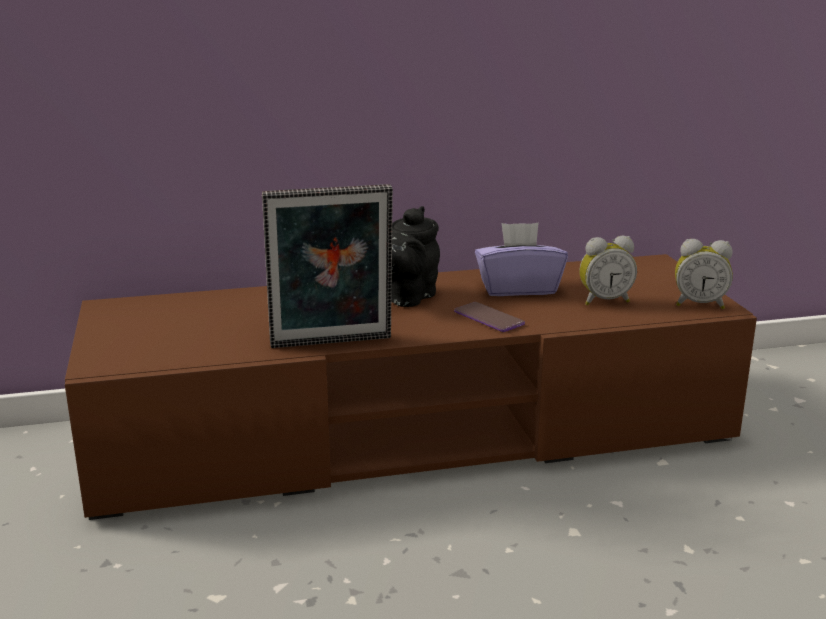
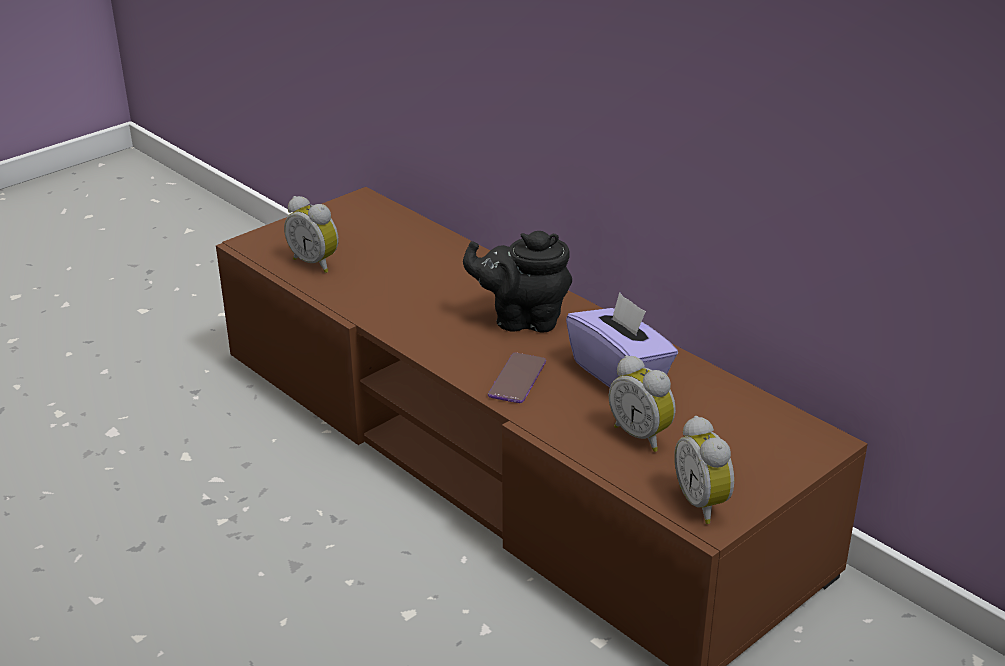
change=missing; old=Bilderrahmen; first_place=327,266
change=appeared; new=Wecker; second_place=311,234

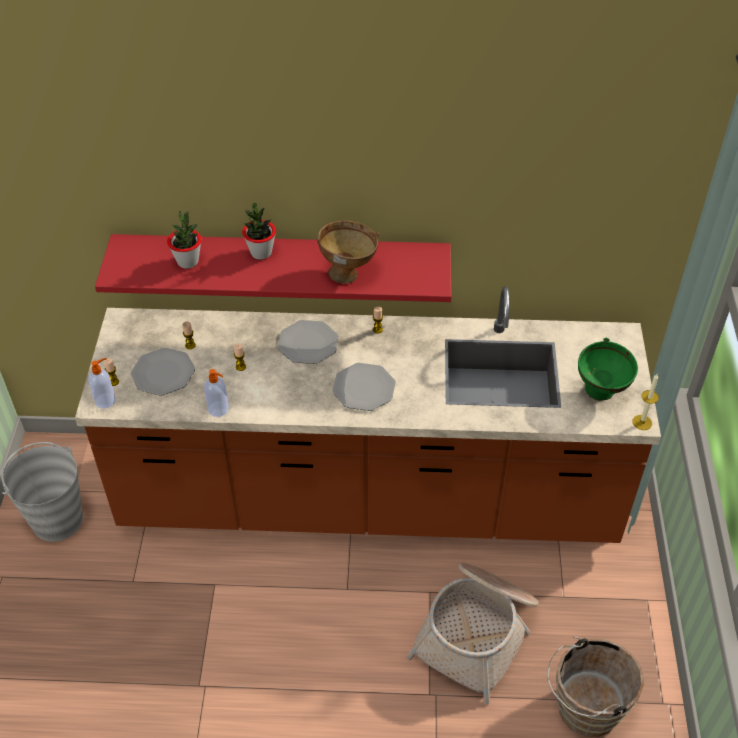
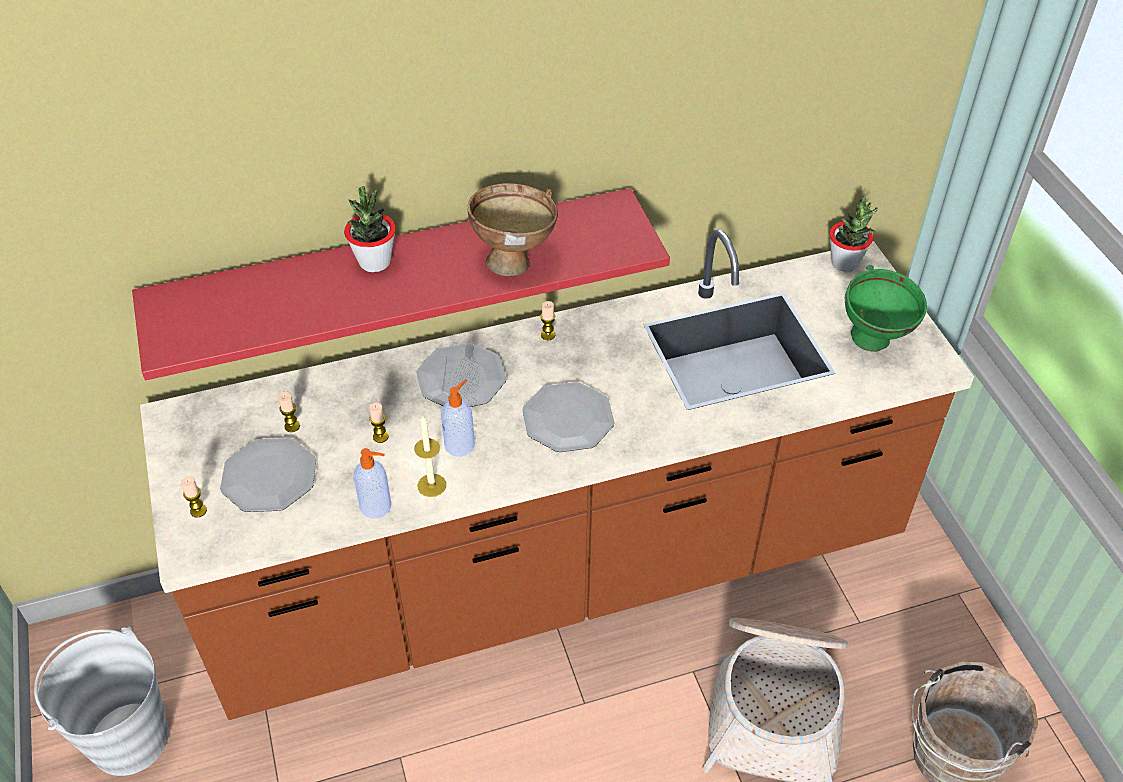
change=relocated; old=Topfpflanze; first_place=184,240; second_place=853,234
change=relocated; old=Seifenspender; first_place=102,383; second_place=458,418
change=relocated; old=Kerze; first_place=645,402; second_place=430,455

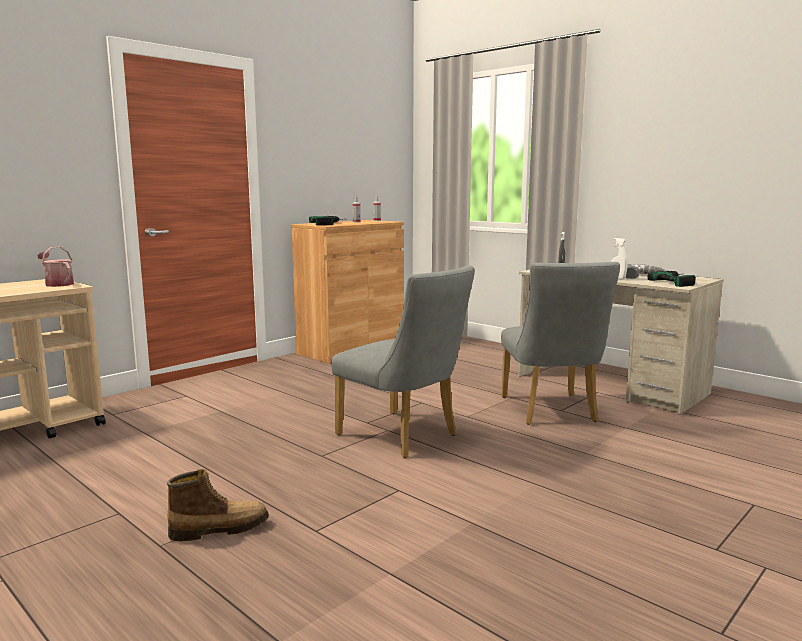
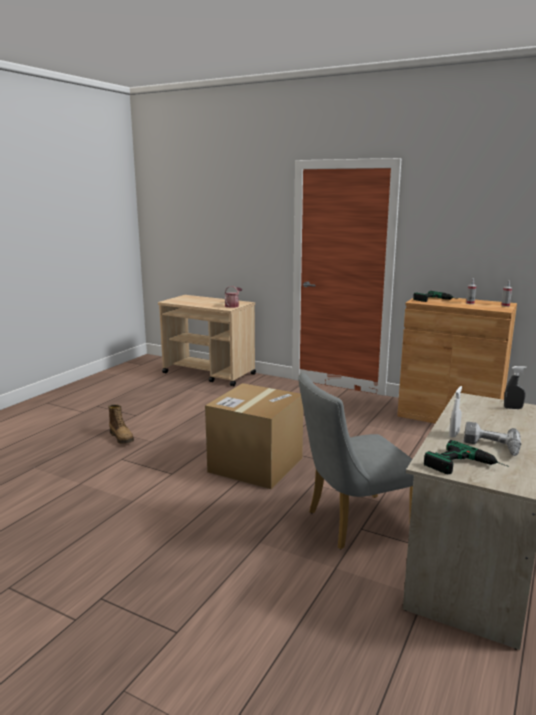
change=exchanged; old=Stuhl [grau]; new=Karton; first_place=403,362; second_place=254,436

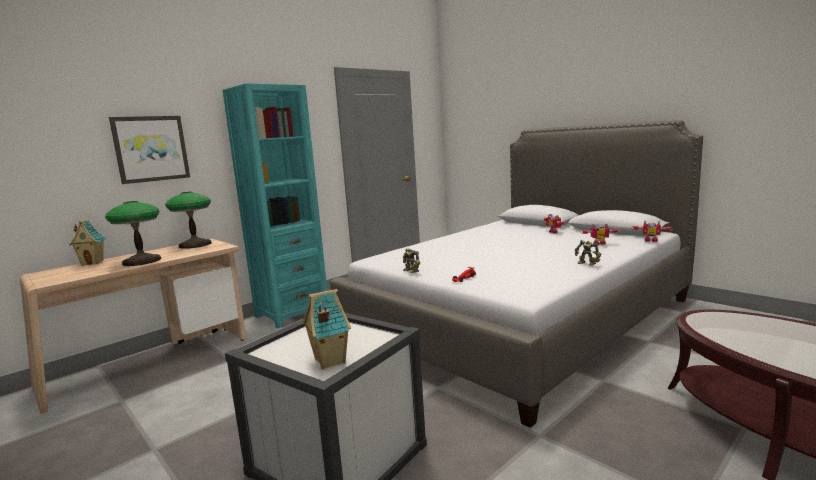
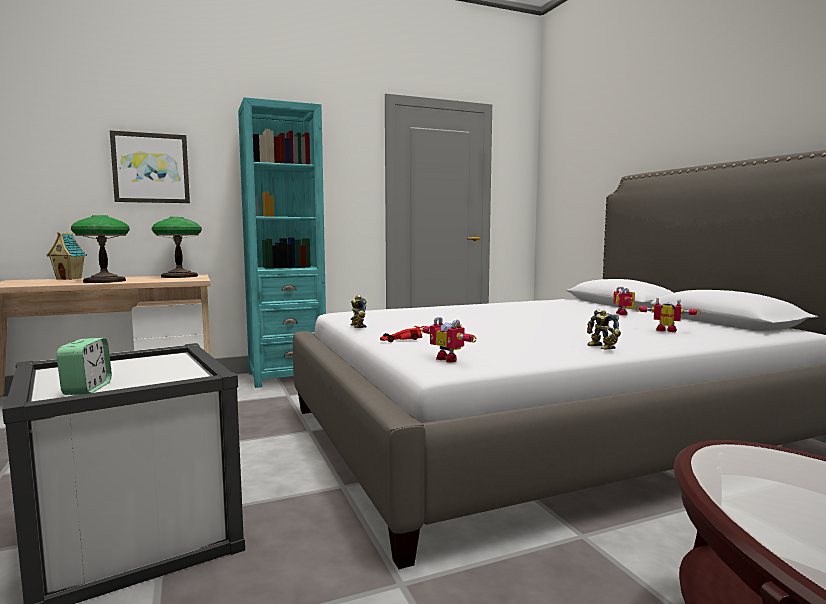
change=relocated; old=Spielzeugroboter; first_place=652,231; second_place=448,340
change=exchanged; old=Spielzeughaus; new=Wecker; first_place=327,329; second_place=84,366

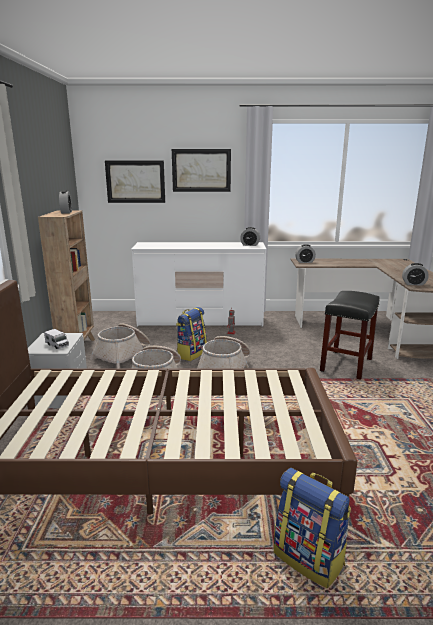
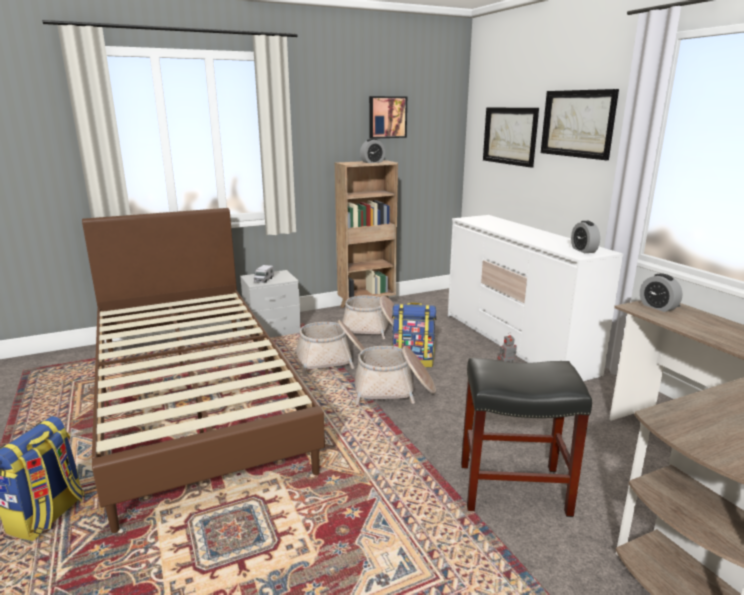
change=missing; old=Wecker; first_place=415,274
change=appeared; new=Bild; second_place=388,117

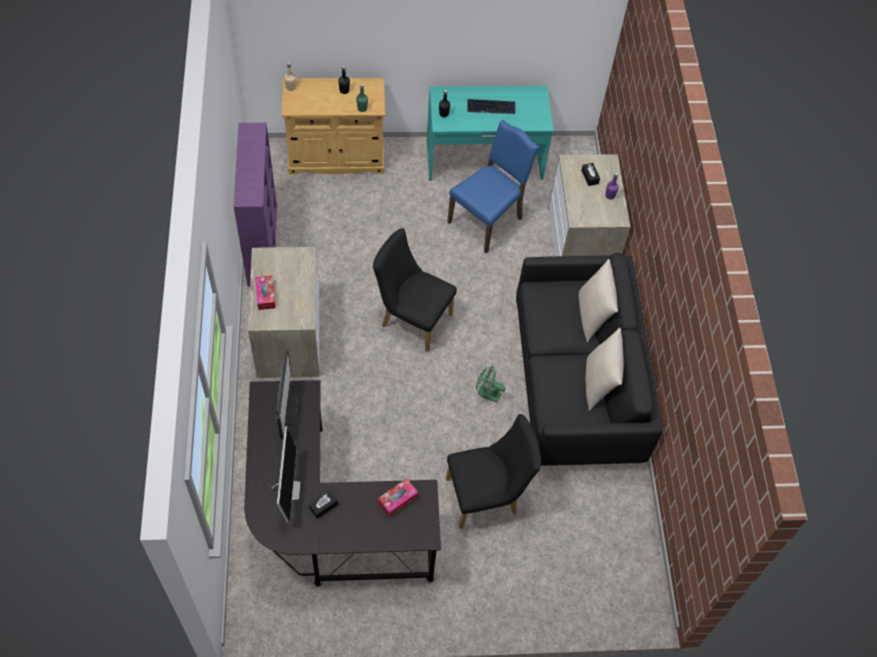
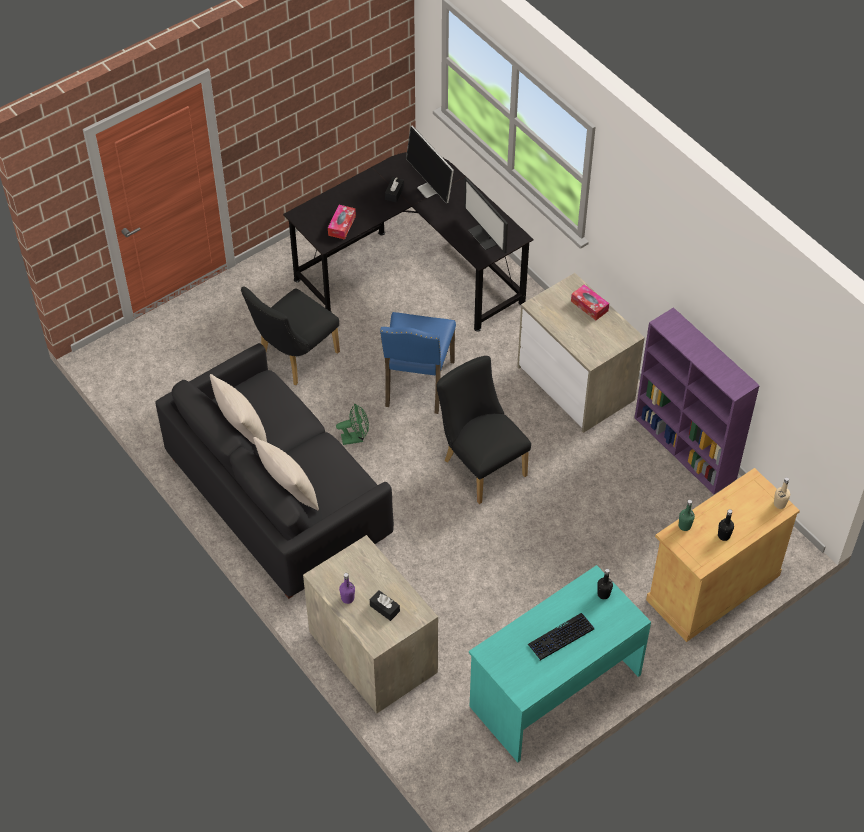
change=relocated; old=Stuhl [blau]; first_place=493,186; second_place=418,363
change=spun; old=Stuhl [schwarz]; first_place=415,289; second_place=483,430; degrees=-120

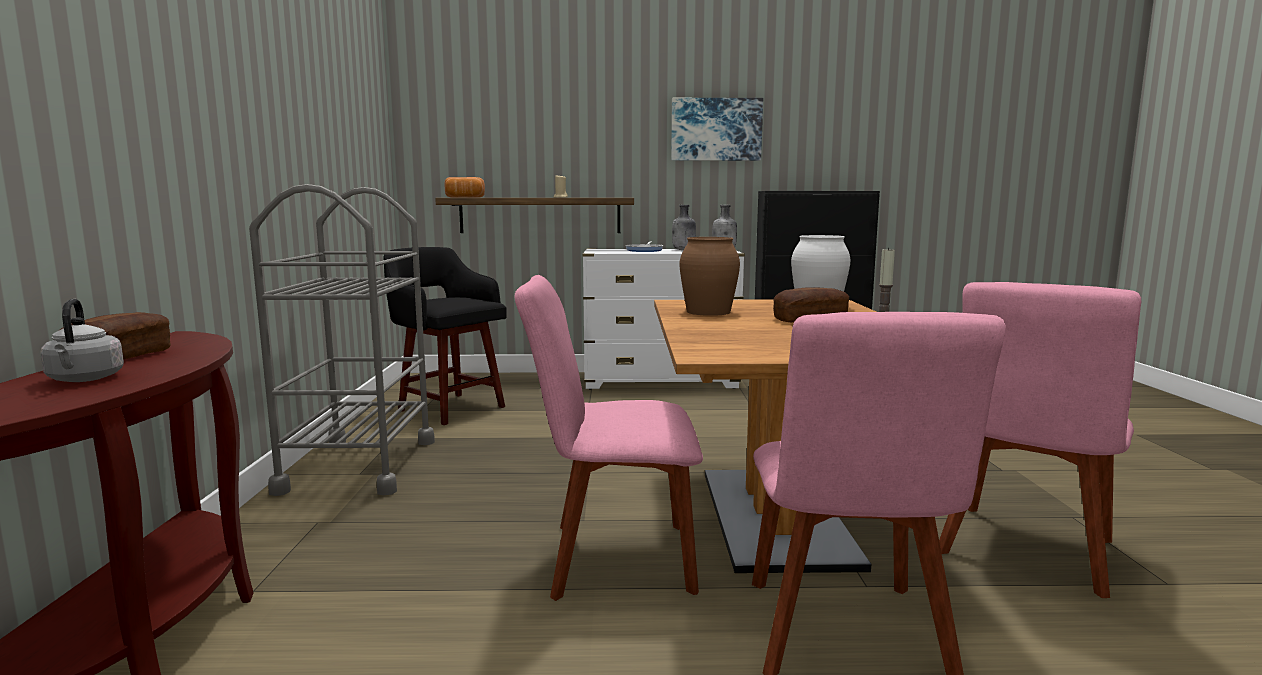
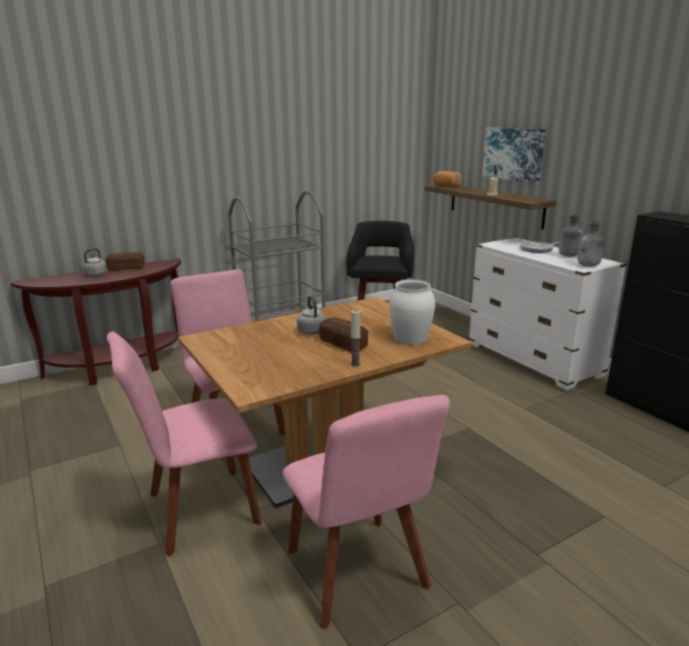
change=relocated; old=Bild; first_place=717,129; second_place=514,155
change=missing; old=Vase [braun]; first_place=710,276
change=spun; old=Stuhl [rosa]; first_place=1040,440; second_place=366,512; degrees=-120
change=appeared; new=Wasserkessel [grau]; second_place=311,315

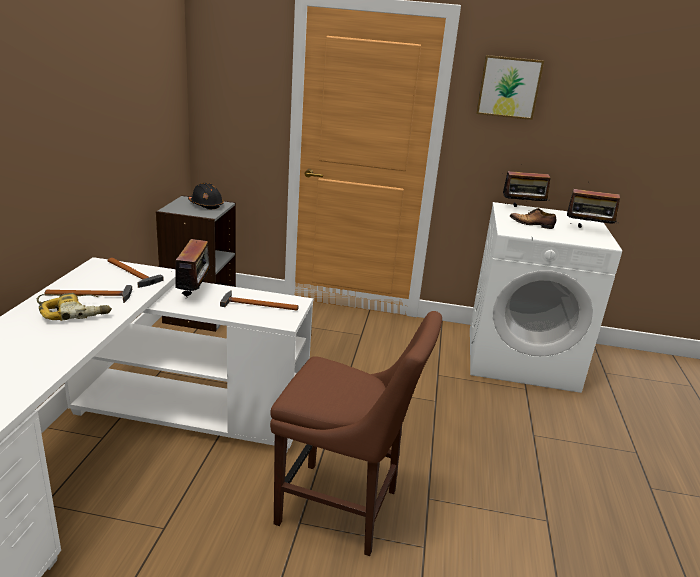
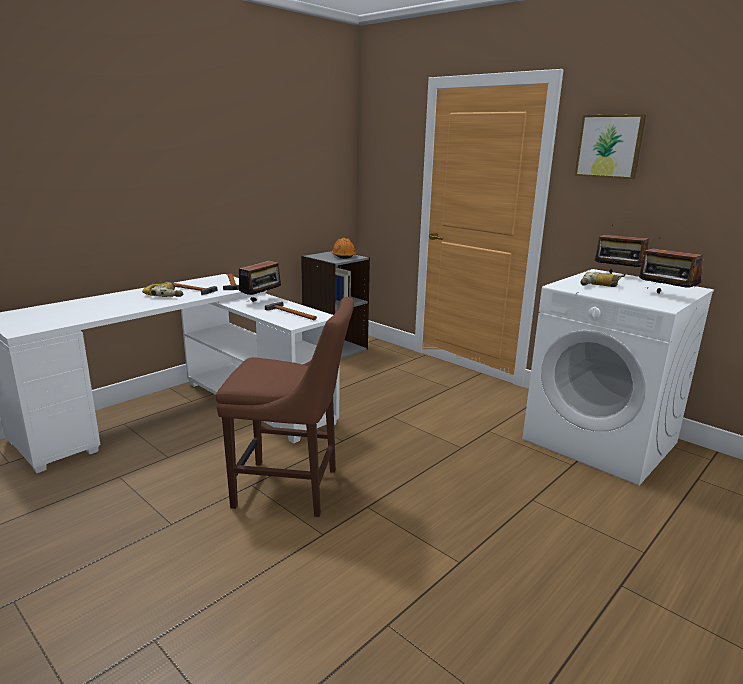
change=colour; old=Schutzhelm [schwarz]; new=Schutzhelm [orange]; first_place=206,196; second_place=344,248
change=exchanged; old=Schuh; new=Bohrmaschine; first_place=533,218; second_place=602,279
change=spun; old=Stuhl [braun]; first_place=356,433; second_place=285,407; degrees=-45

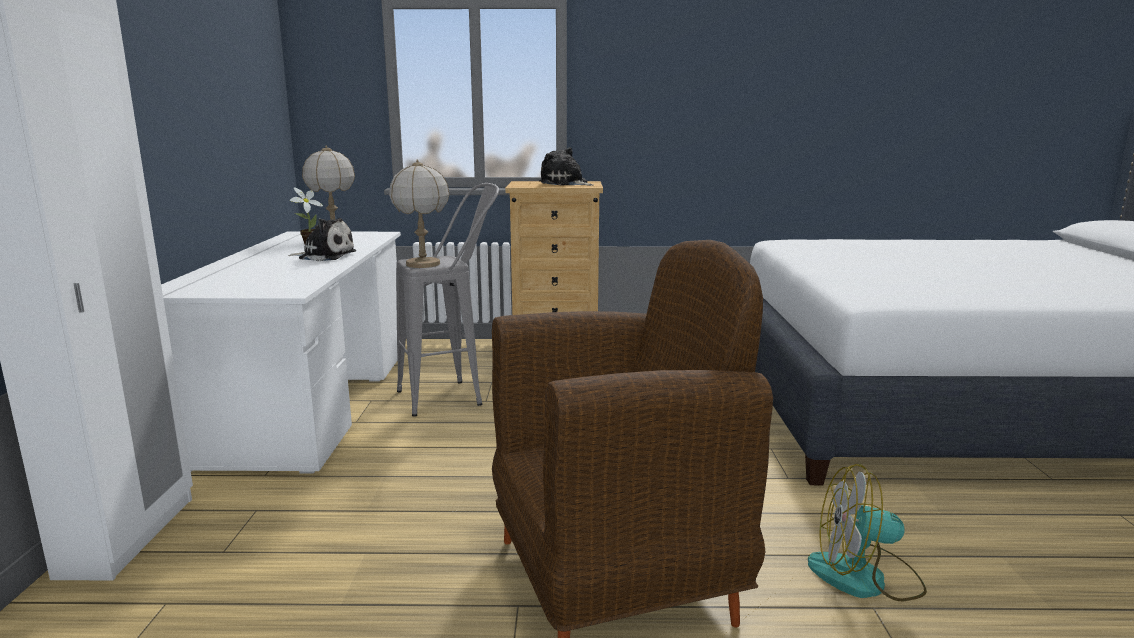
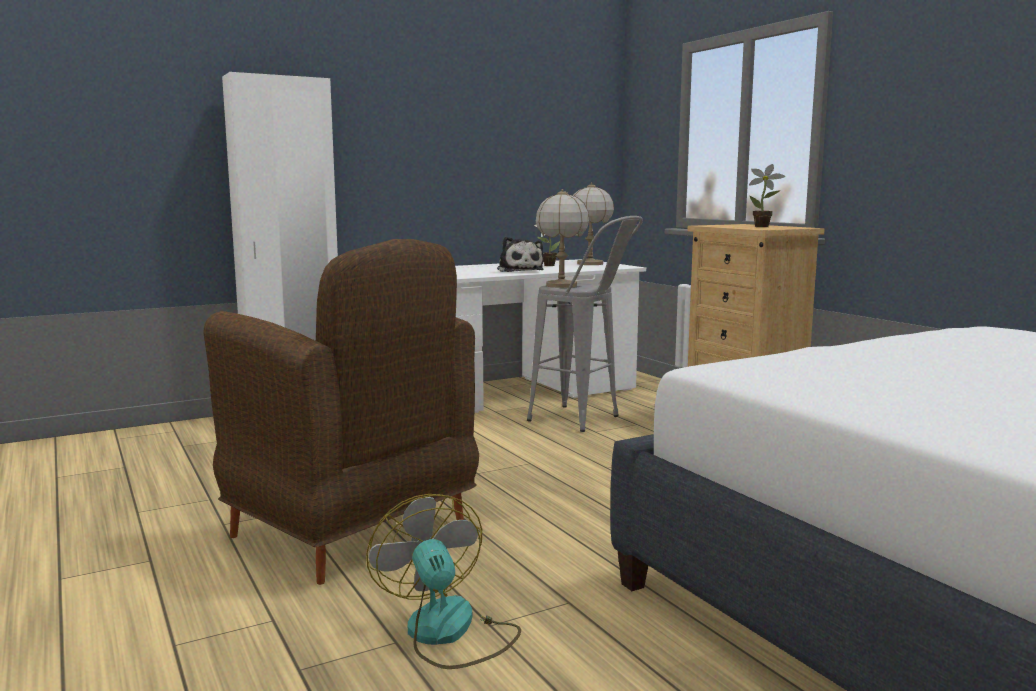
change=exchanged; old=Plüschtier; new=Topfpflanze; first_place=566,166; second_place=767,195

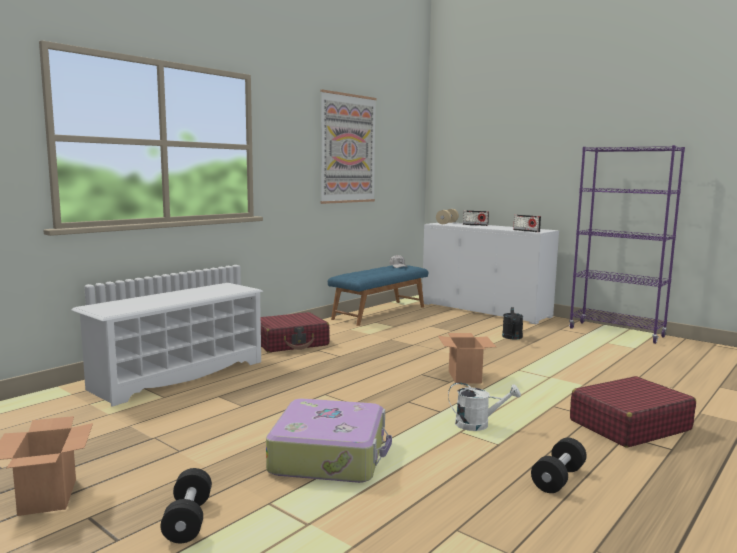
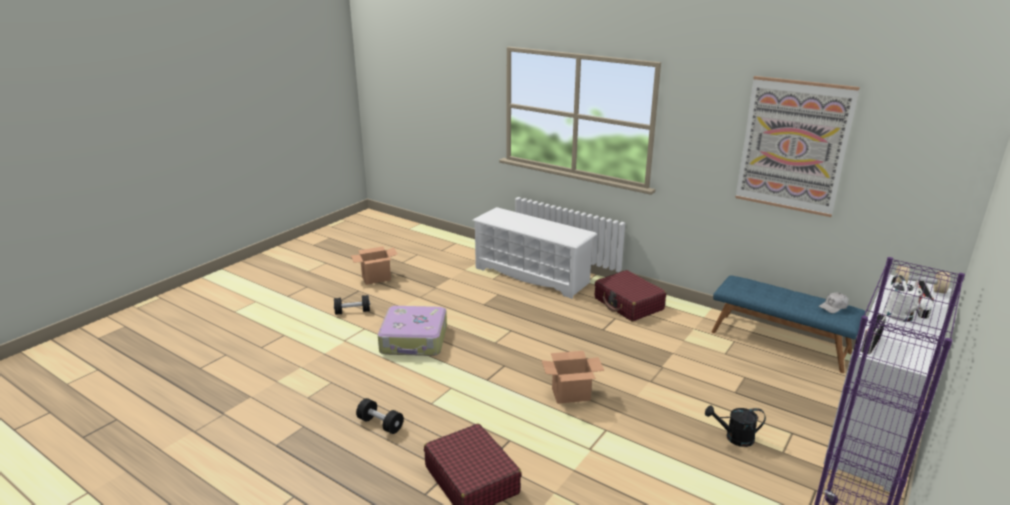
change=relocated; old=Gießkanne [weiß]; first_place=484,406; second_place=908,298

